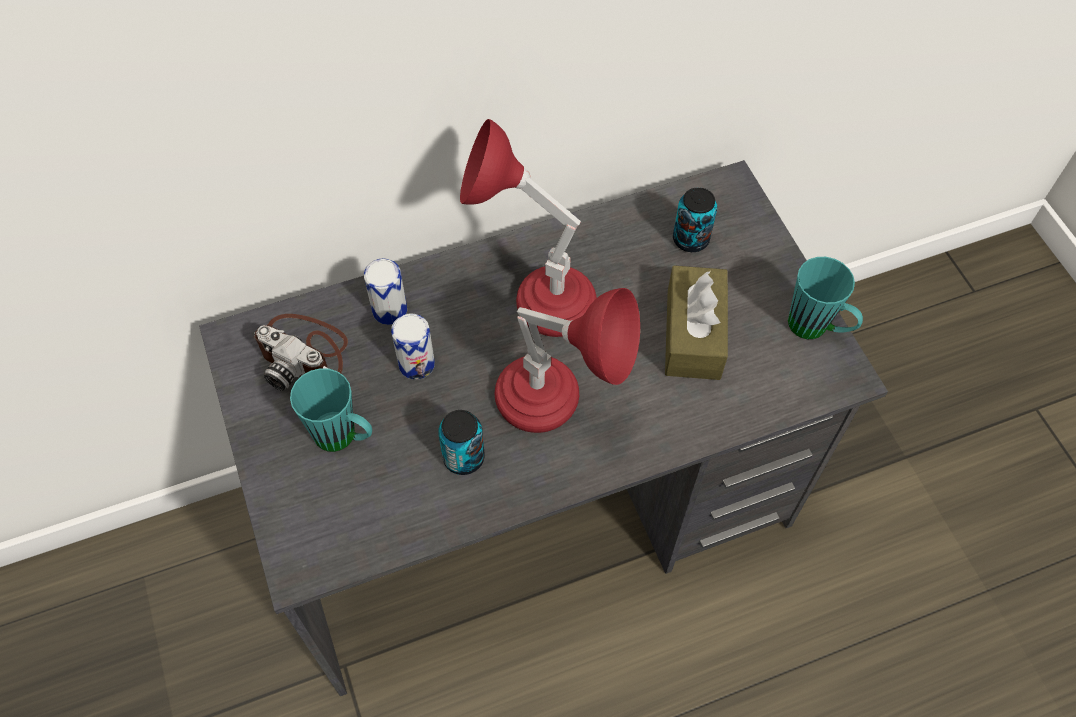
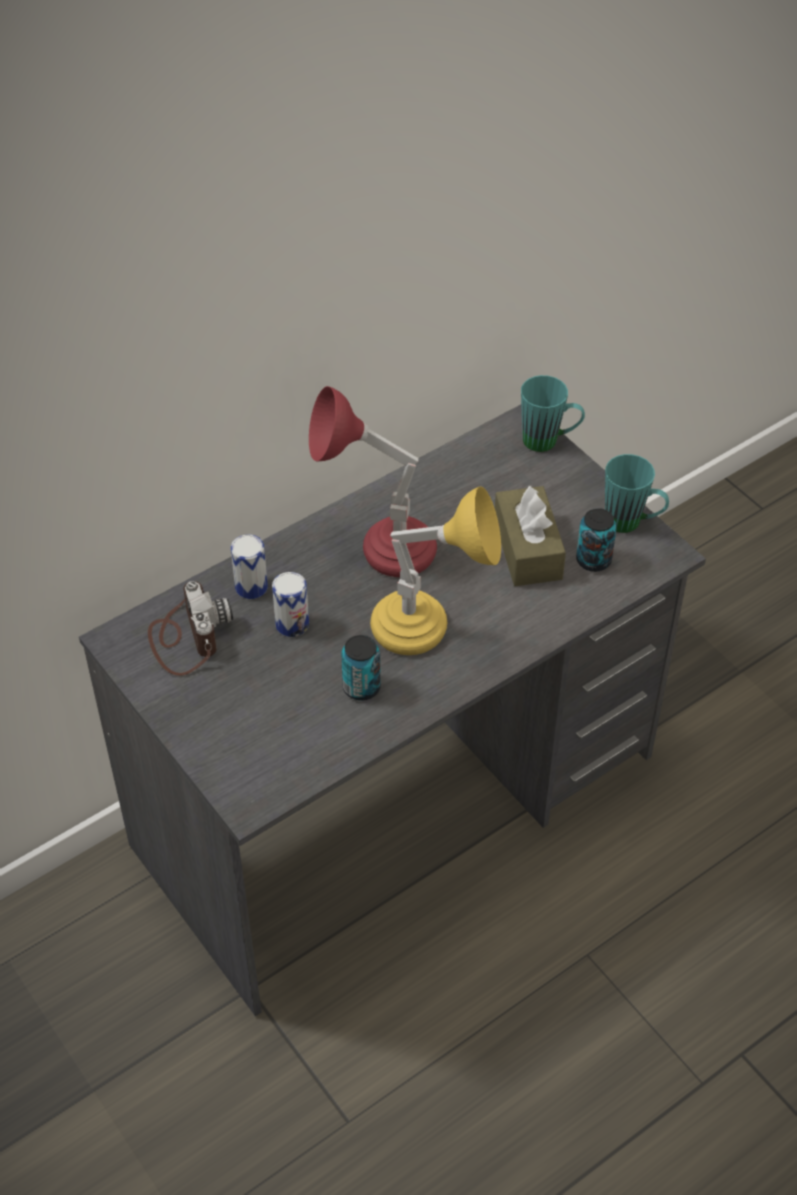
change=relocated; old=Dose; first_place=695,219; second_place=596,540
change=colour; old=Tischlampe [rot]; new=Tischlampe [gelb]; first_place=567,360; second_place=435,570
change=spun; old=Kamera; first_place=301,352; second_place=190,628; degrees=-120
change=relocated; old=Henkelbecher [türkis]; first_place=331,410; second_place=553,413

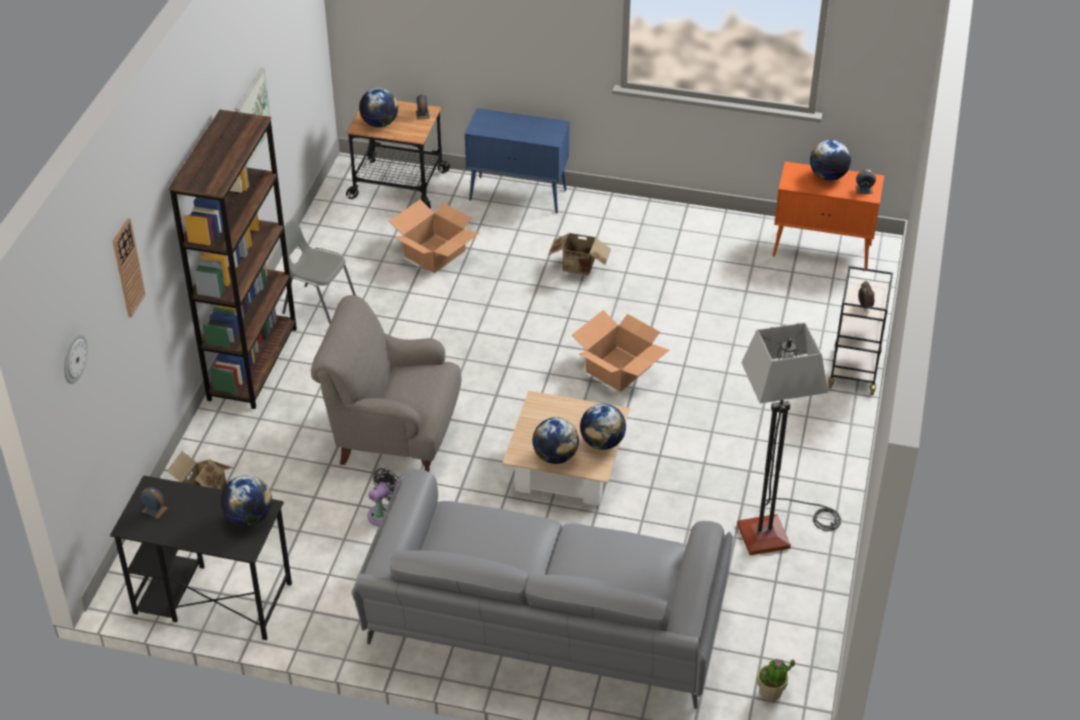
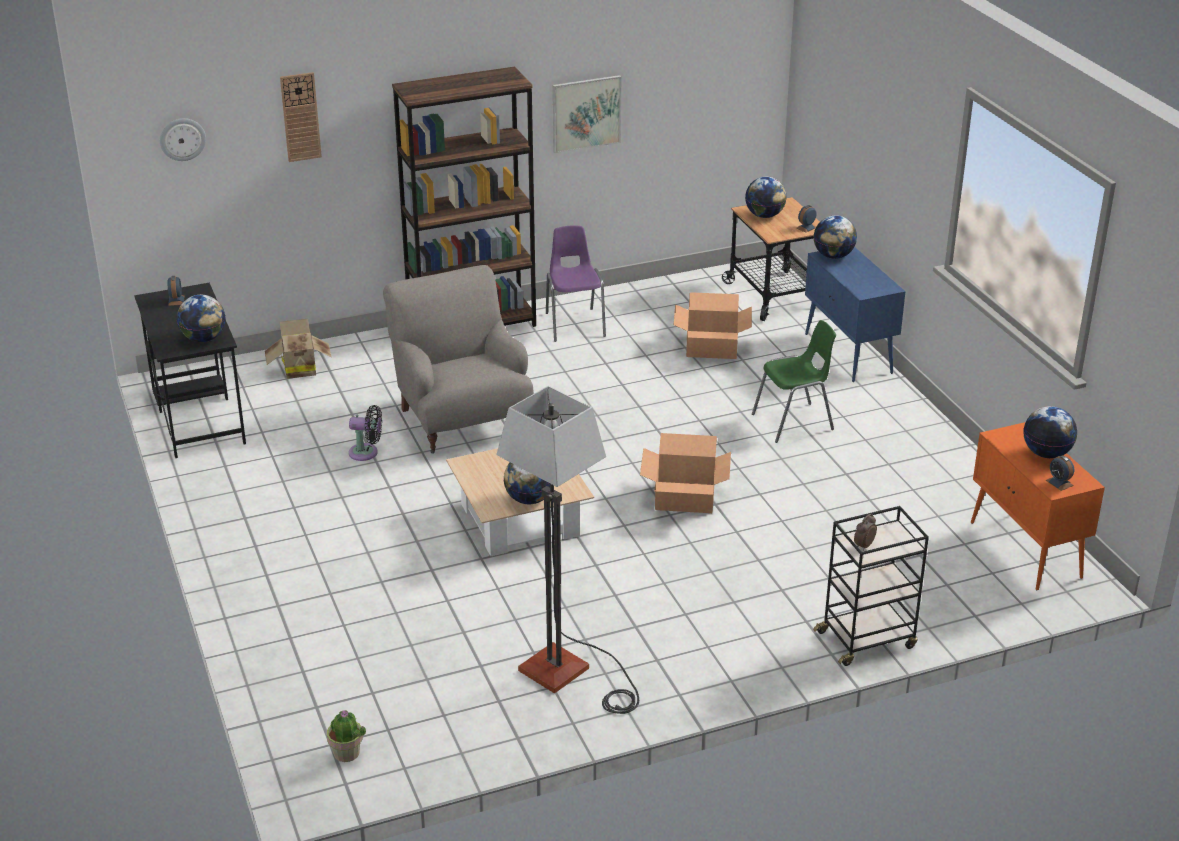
change=colour; old=Stuhl [grau]; new=Stuhl [lila]; first_place=318,271; second_place=576,283
change=exchanged; old=Karton; new=Stuhl [grün]; first_place=579,254; second_place=794,381
change=relocated; old=Globus; first_place=555,440; second_place=835,237
change=missing; old=Sofa [grau]; first_place=542,589

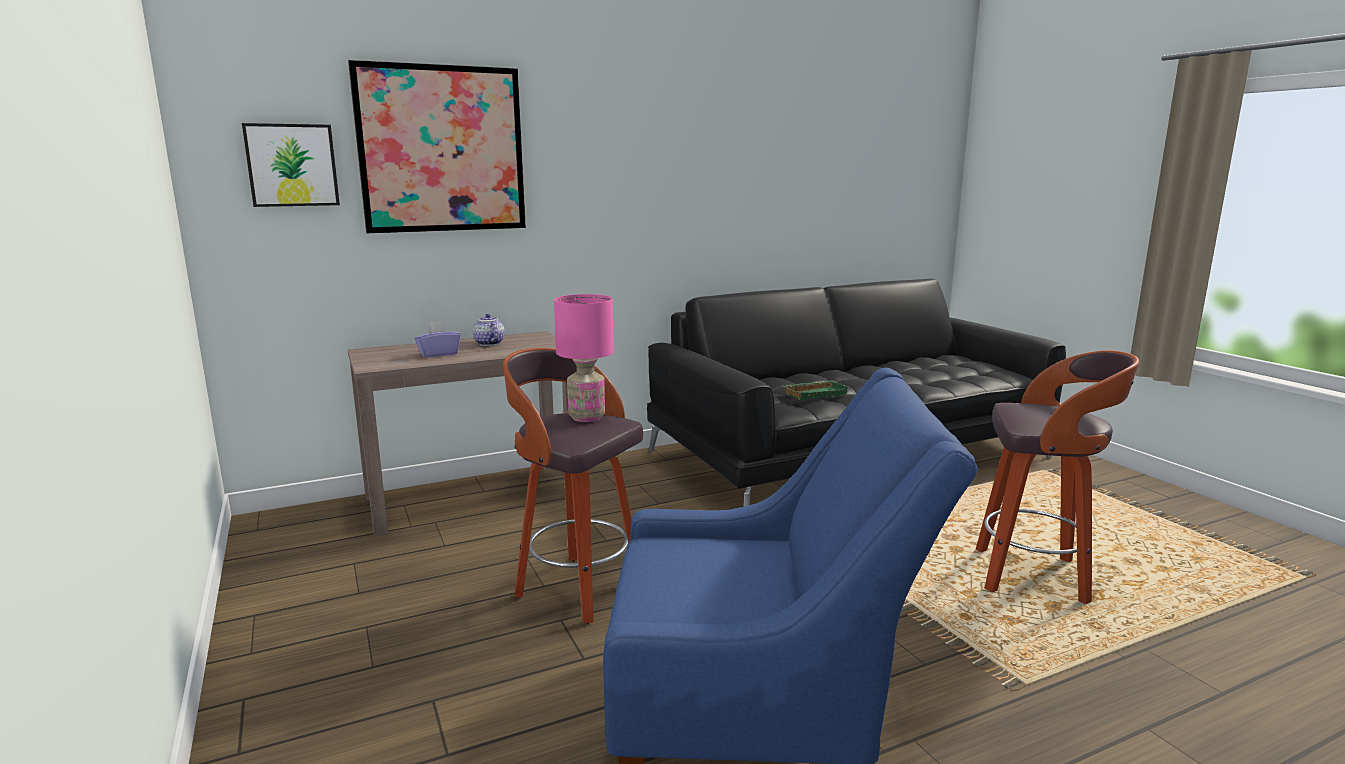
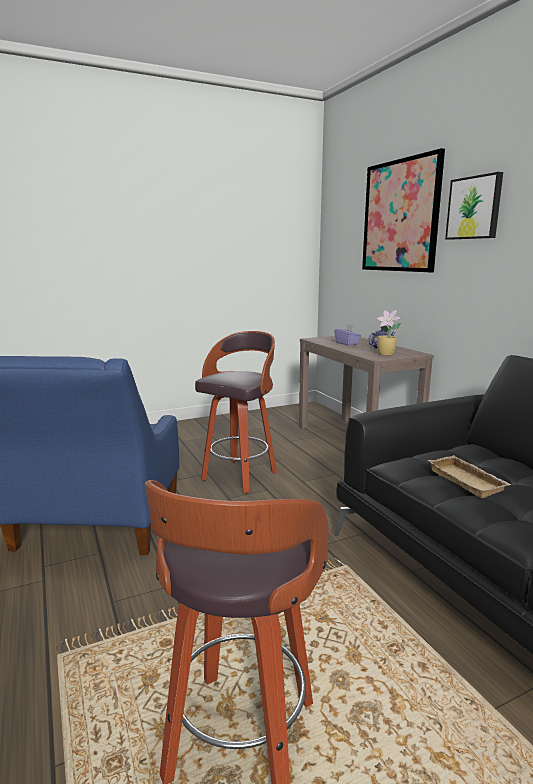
change=relocated; old=Bild; first_place=291,165; second_place=474,206
change=missing; old=Tischlampe [rosa]; first_place=584,358
change=colour; old=Tablett [grün]; new=Tablett [beige]; first_place=816,390; second_place=470,477
change=appeared; new=Topfpflanze; second_place=388,333

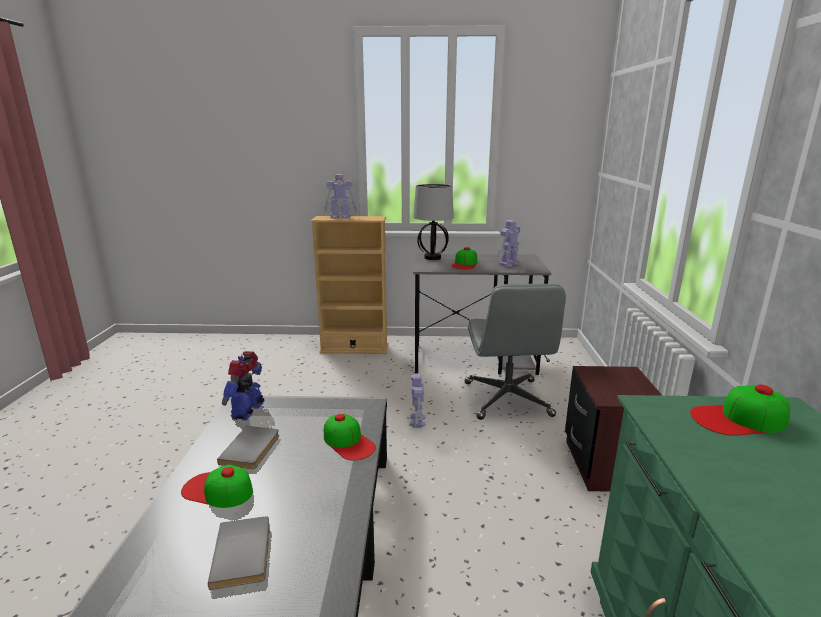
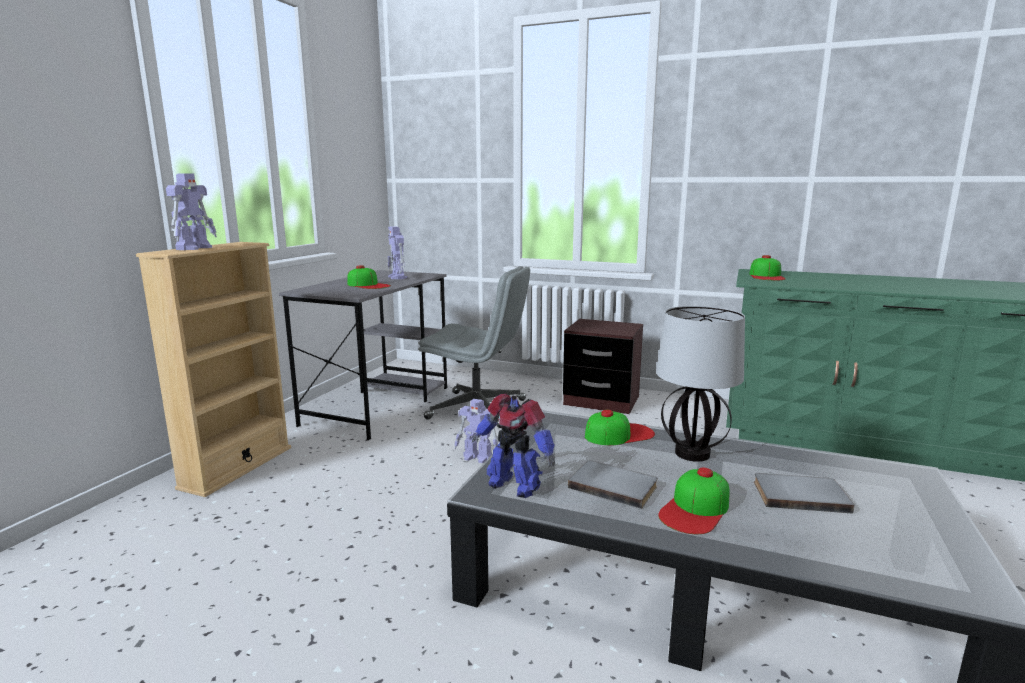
change=relocated; old=Tischlampe; first_place=433,222; second_place=700,384

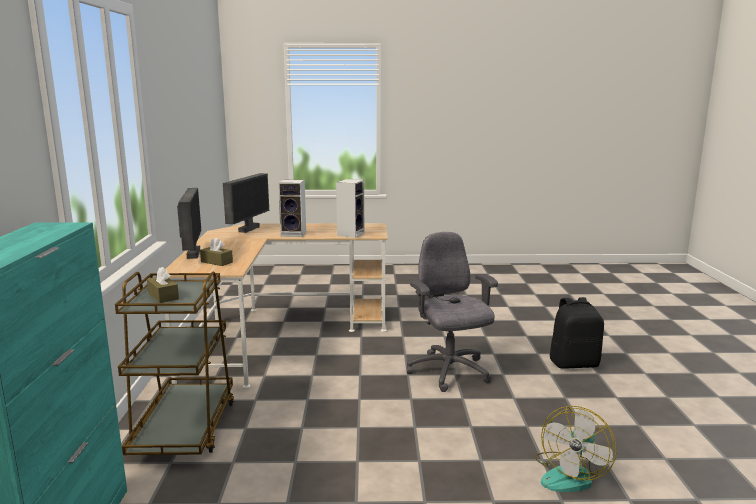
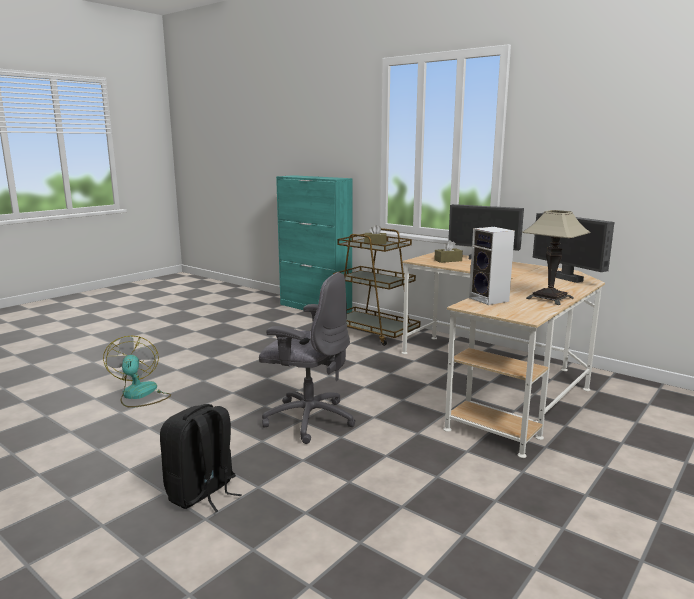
change=missing; old=Lautsprecher; first_place=292,208
change=appeared; new=Tischlampe; second_place=556,257

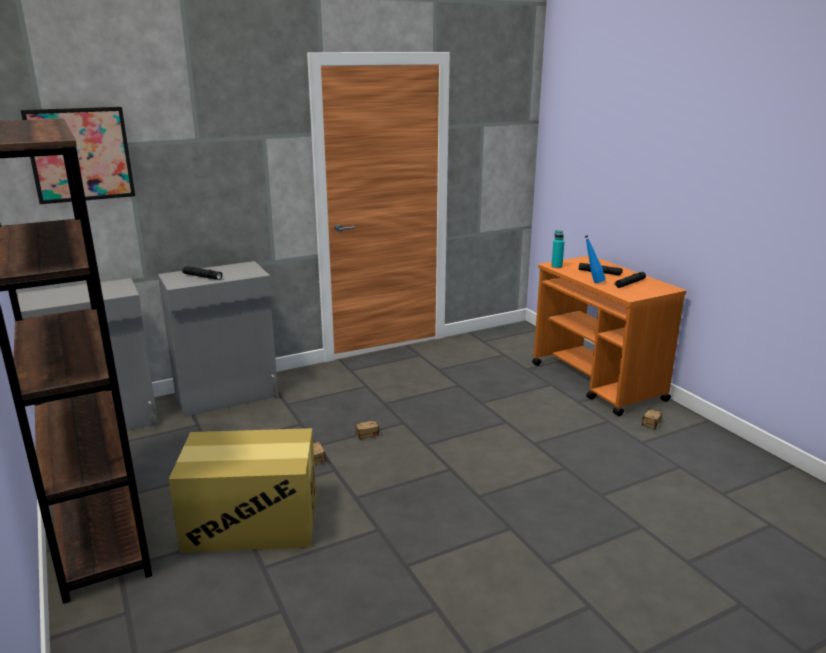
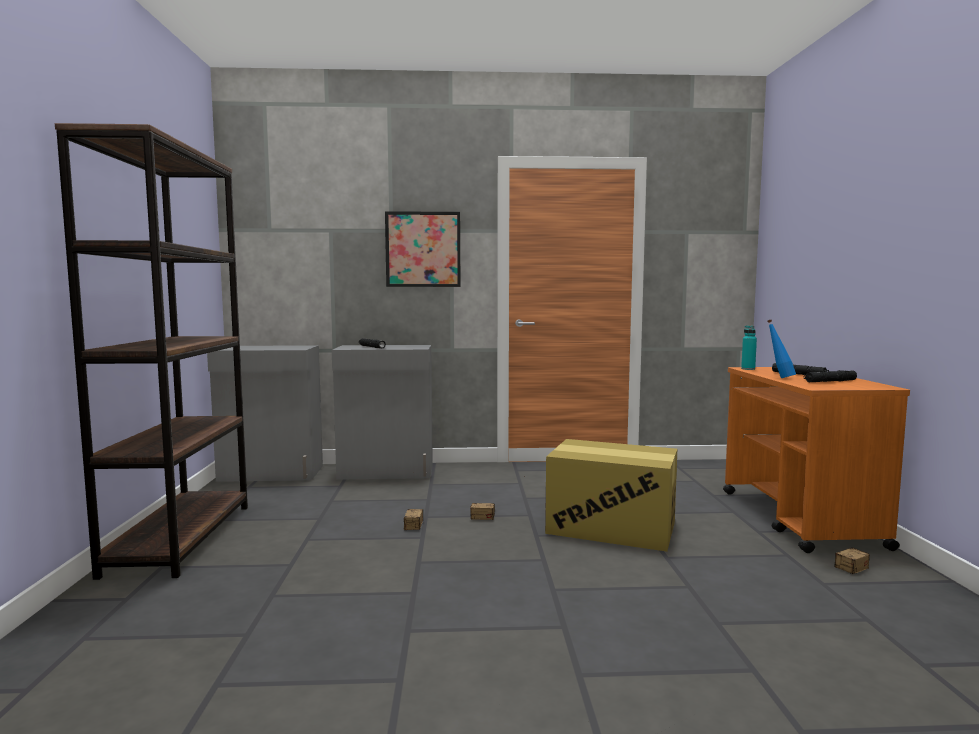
change=relocated; old=Bild; first_place=78,155; second_place=423,249
change=relocated; old=Karton; first_place=242,490; second_place=611,495

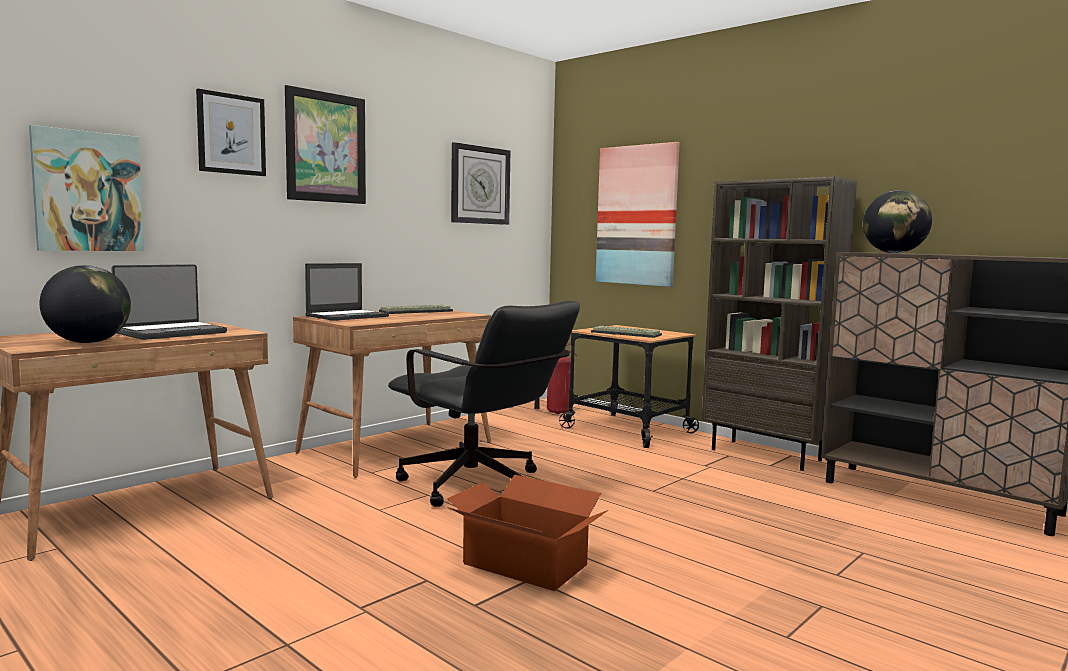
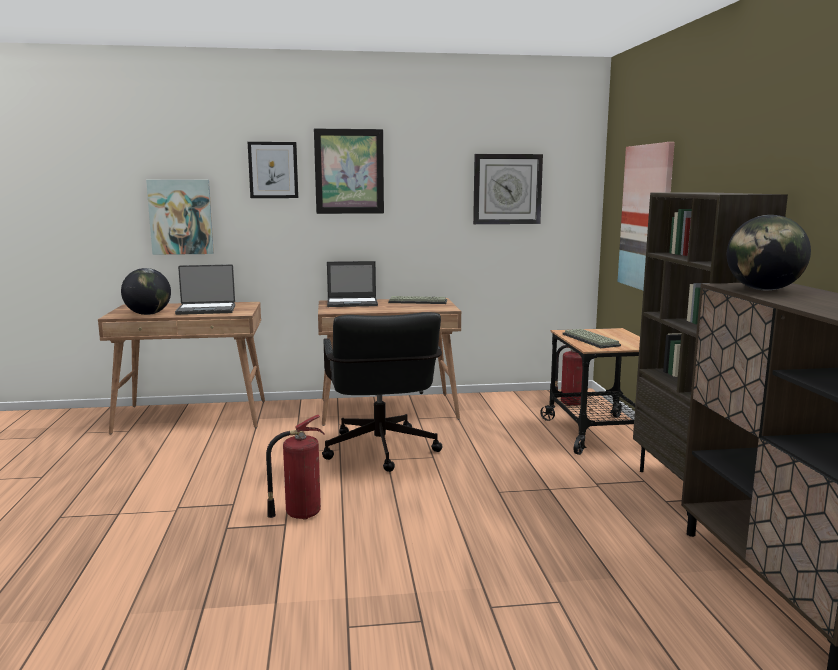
change=exchanged; old=Karton; new=Feuerlöscher; first_place=527,533; second_place=295,467

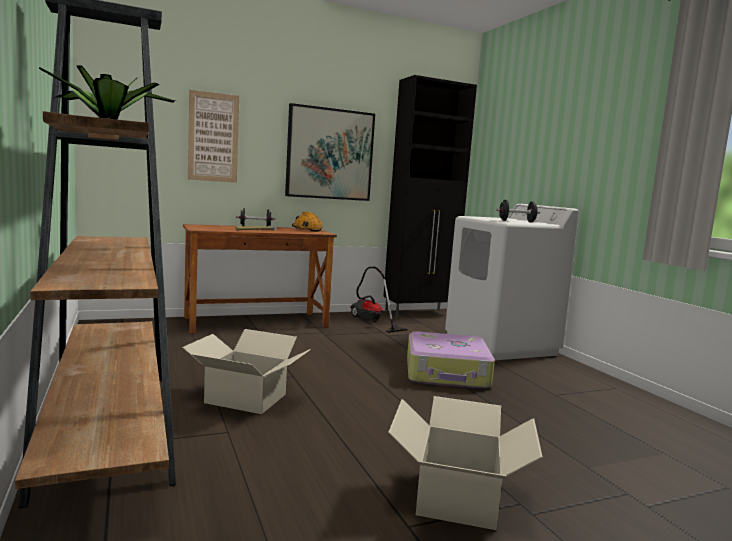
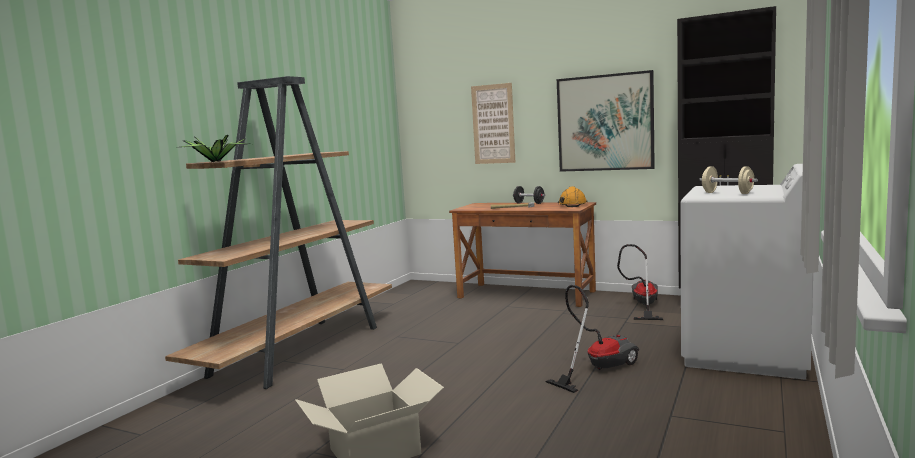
change=colour; old=Hantel [schwarz]; new=Hantel [beige]; first_place=518,211; second_place=728,180
change=missing; old=Karton; first_place=246,371
change=exchanged; old=Koffer; new=Staubsauger; first_place=451,360; second_place=592,339

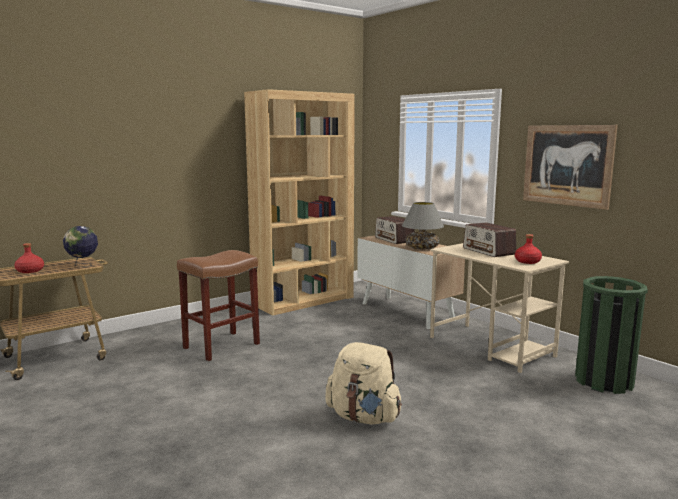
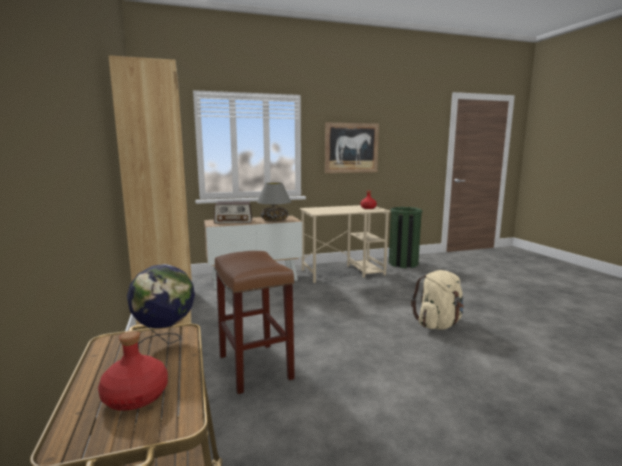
change=missing; old=Radio; first_place=489,239

